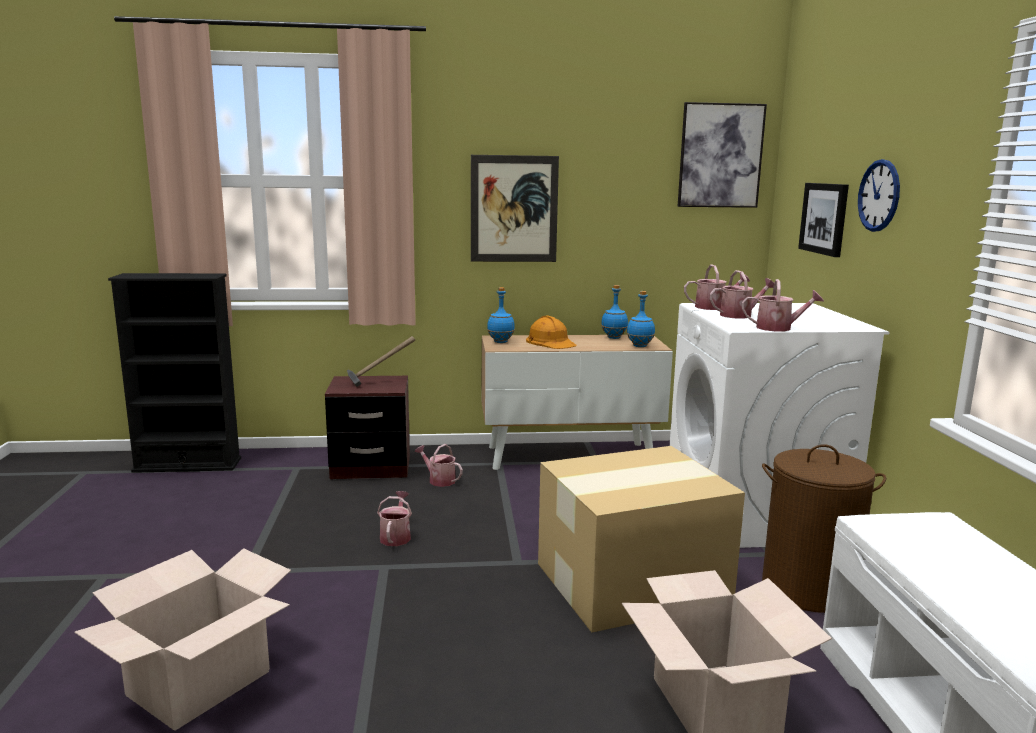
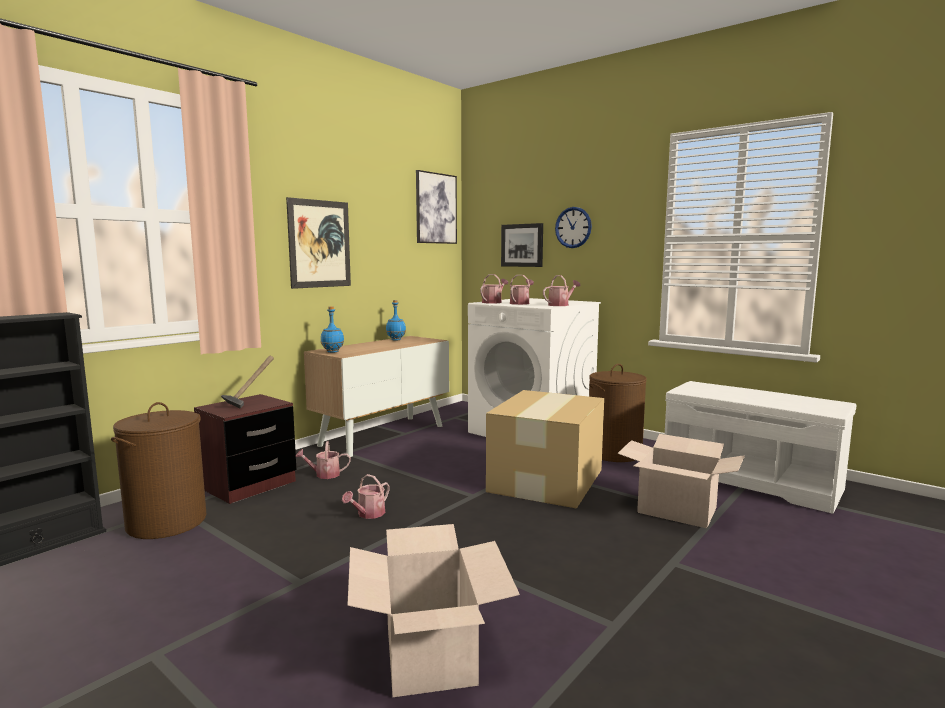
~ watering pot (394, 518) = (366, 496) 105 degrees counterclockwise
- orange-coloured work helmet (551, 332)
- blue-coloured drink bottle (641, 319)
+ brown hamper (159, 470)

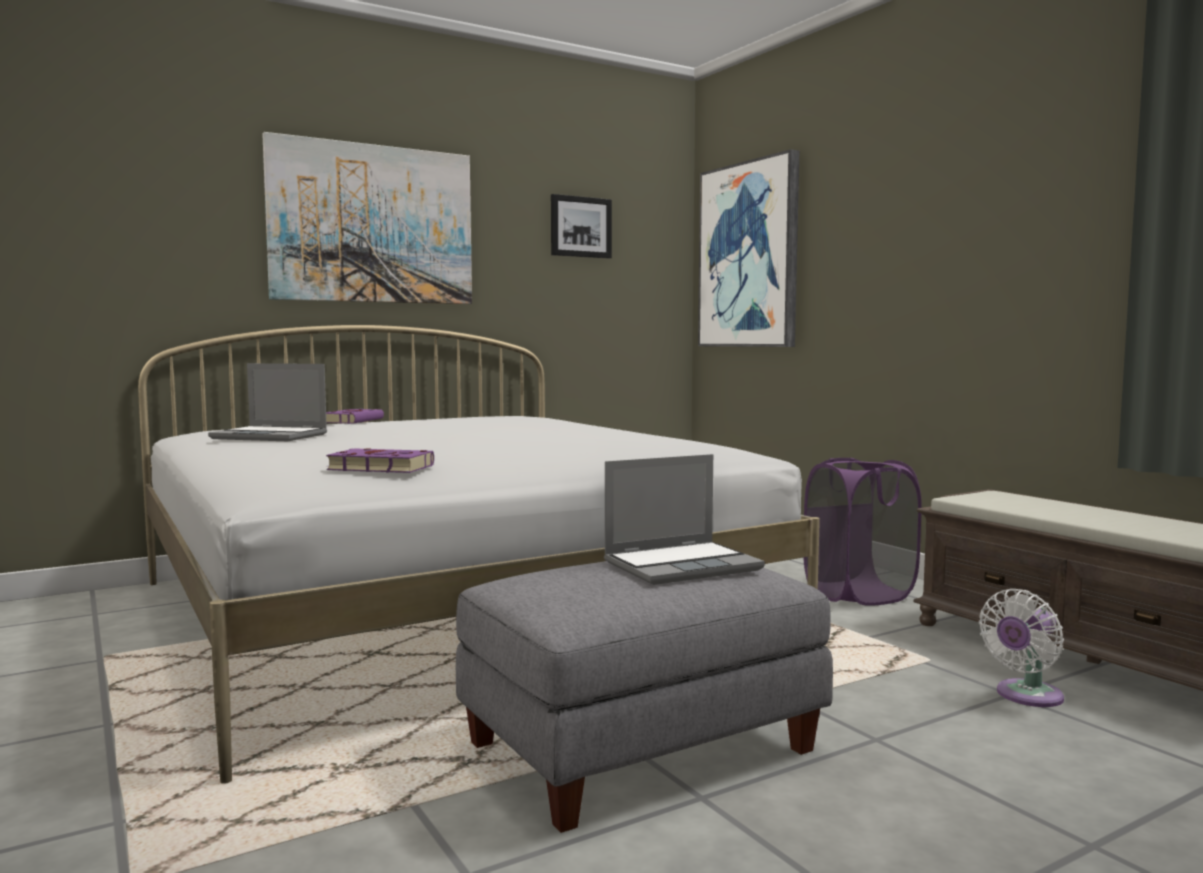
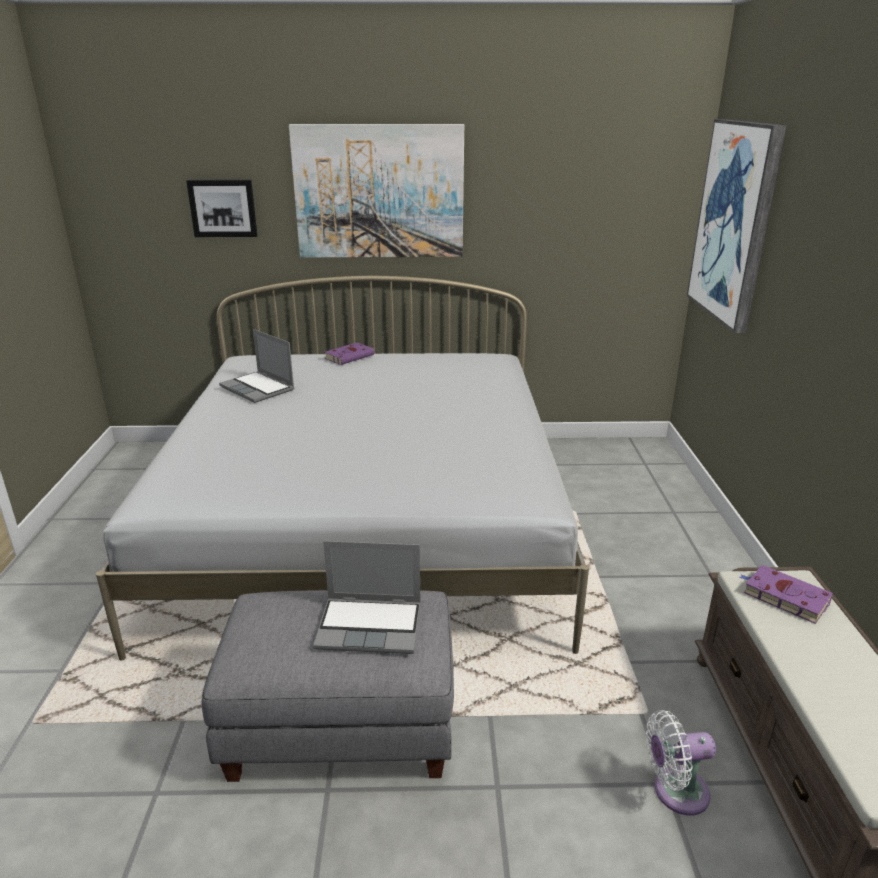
~ purple book (380, 460) to (786, 594)
~ picture (581, 226) to (222, 208)
- purple hamper (862, 532)

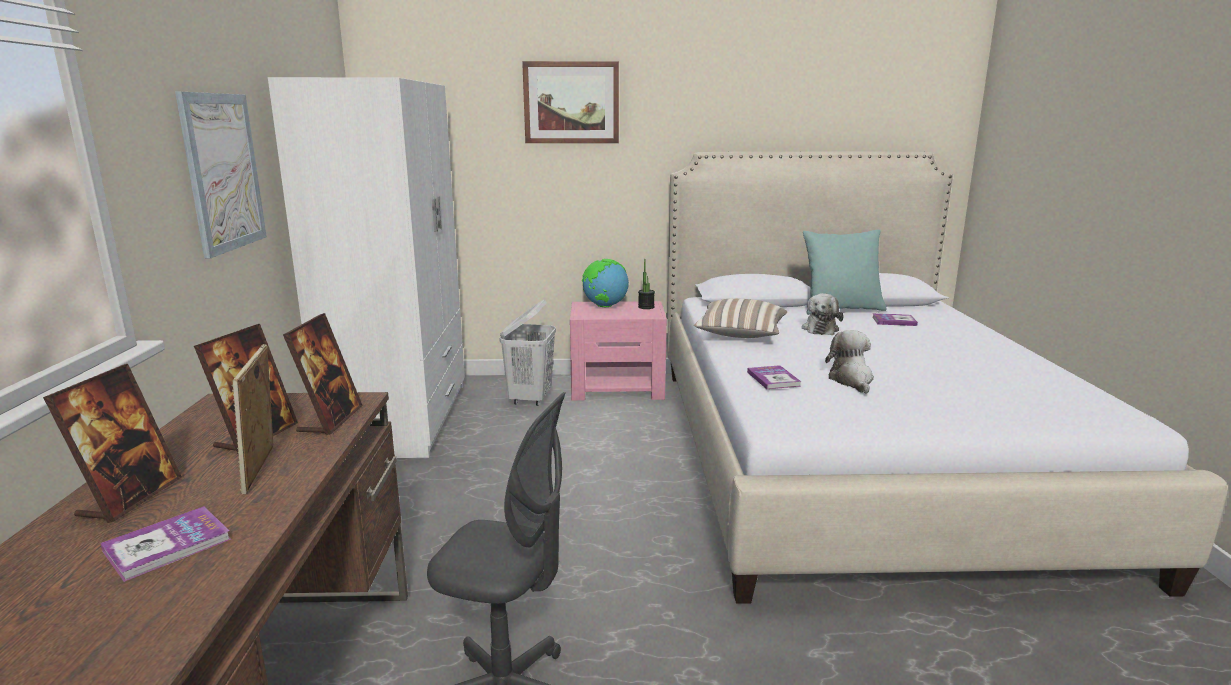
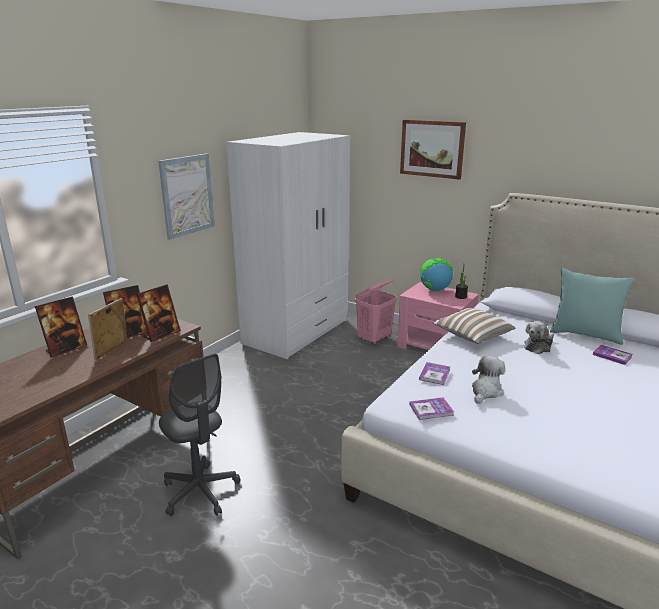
~ book (165, 544) to (431, 408)
~ whitish hamper (527, 353) to pink-coloured hamper (376, 312)

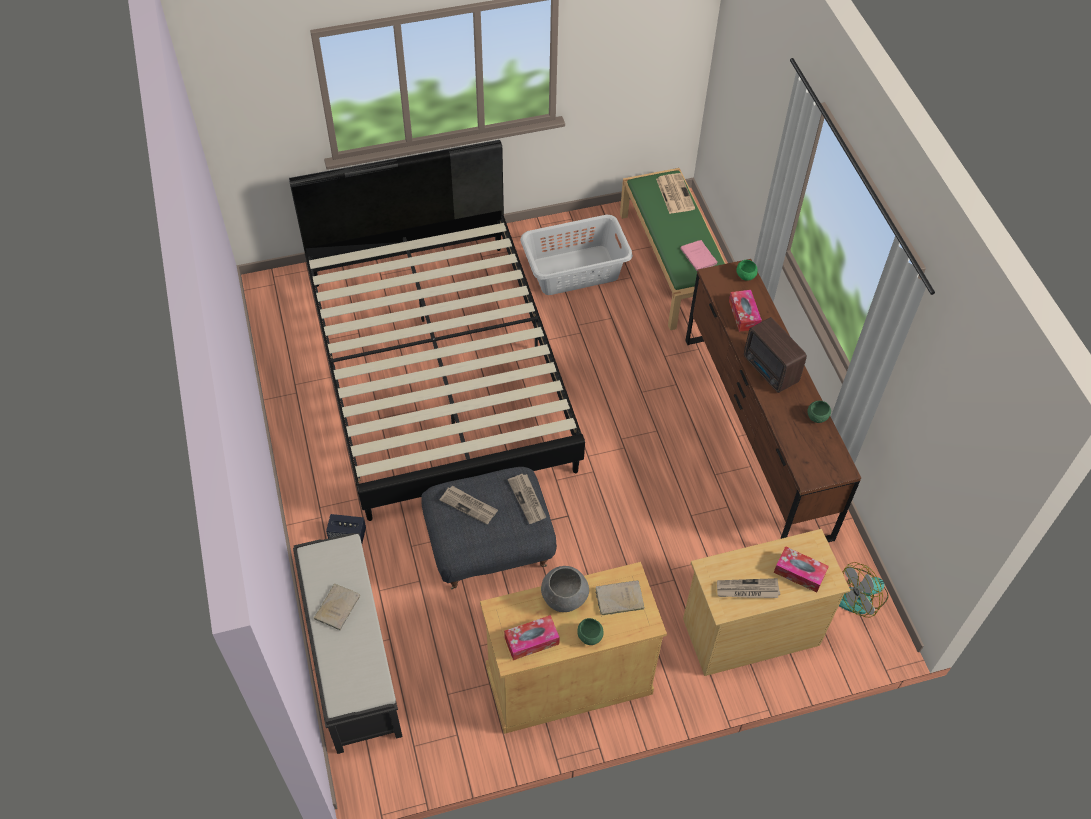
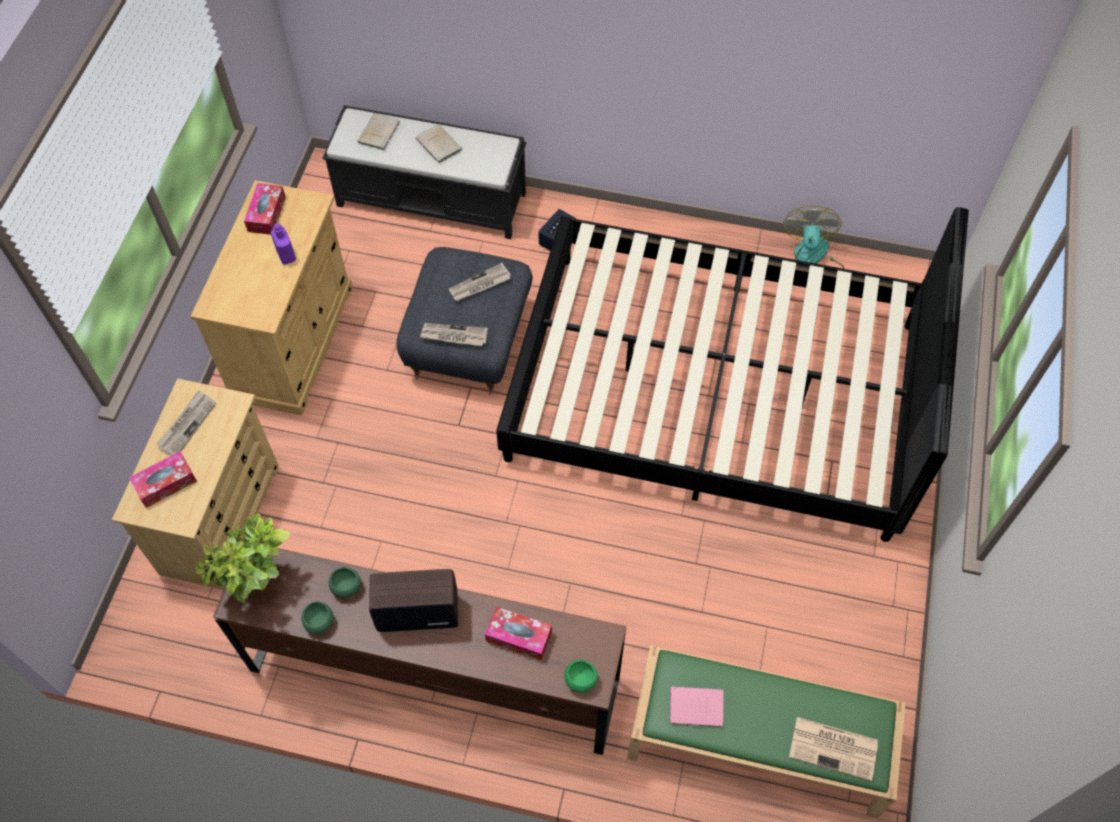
- gray hamper (576, 255)
~ gray deep dish (565, 589) to purple drink bottle (283, 244)
~ green deep dish (590, 631) to (345, 582)
~ sand-coloured book (620, 598) to (378, 131)
~ fan (863, 589) to (814, 237)
+ potted plant (243, 558)

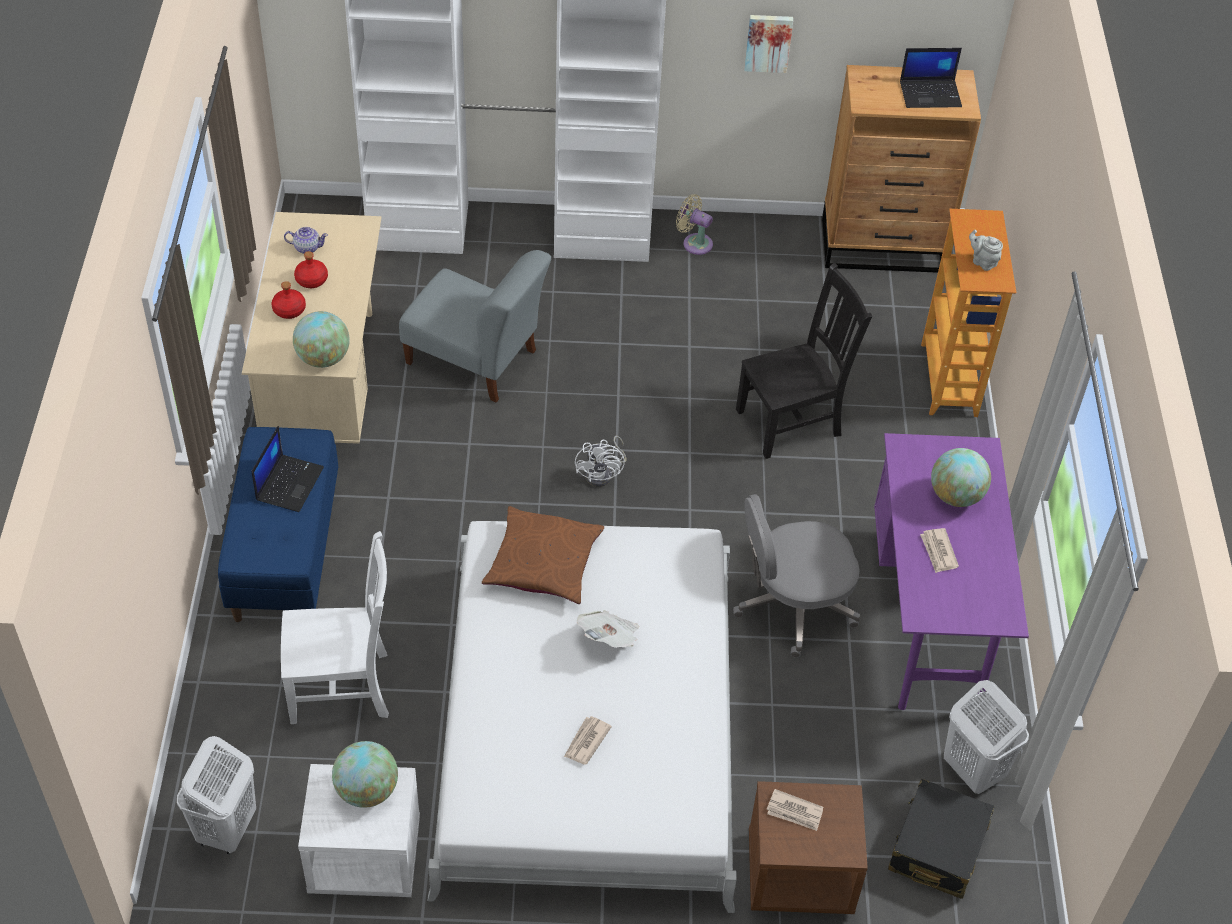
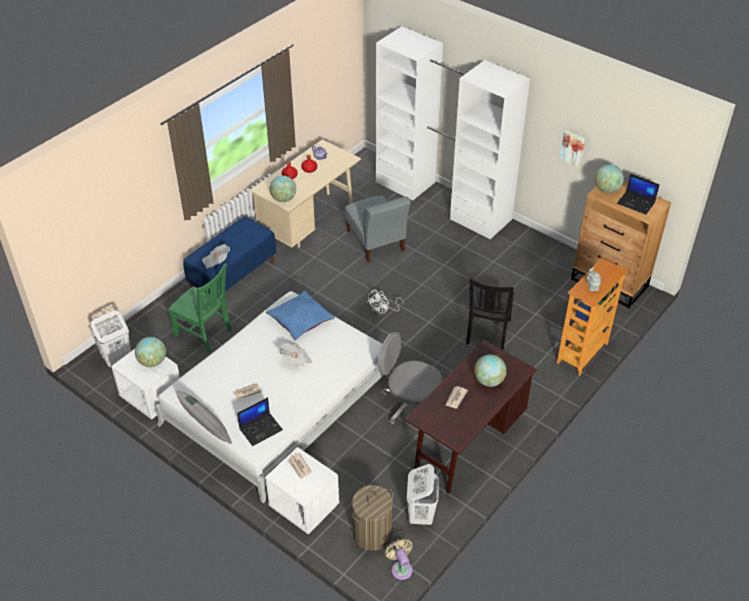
~ laptop (288, 469) to (260, 421)
~ whitish plain chair (335, 627) to green plain chair (200, 308)
~ brown throw pillow (543, 555) to blue-coloured throw pillow (300, 315)
~ sand-coloured fan (694, 224) to (399, 559)
~ blackish plain chair (804, 361) = (490, 314) 90 degrees clockwise
~ brown nightstand (808, 847) to whitish nightstand (302, 490)
~ purple desk unit (951, 571) to brown desk unit (471, 417)
~ blackish piece of luggage (941, 839) to hamper (373, 518)
+ gray throw pillow (204, 417)
+ daily paper (216, 256)
+ desk globe (609, 178)

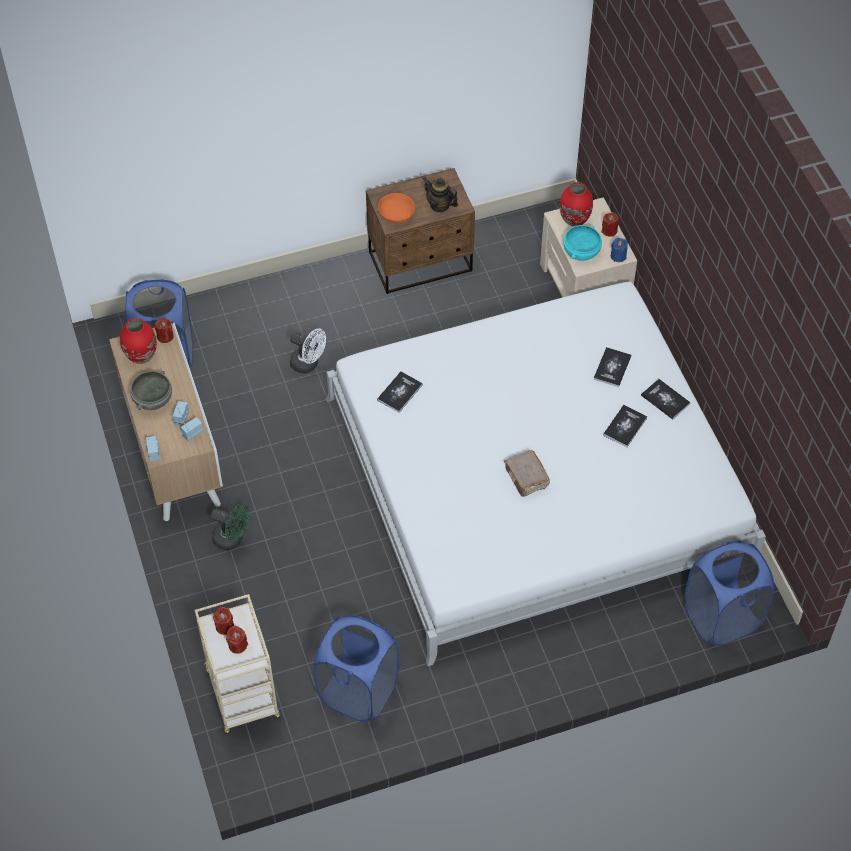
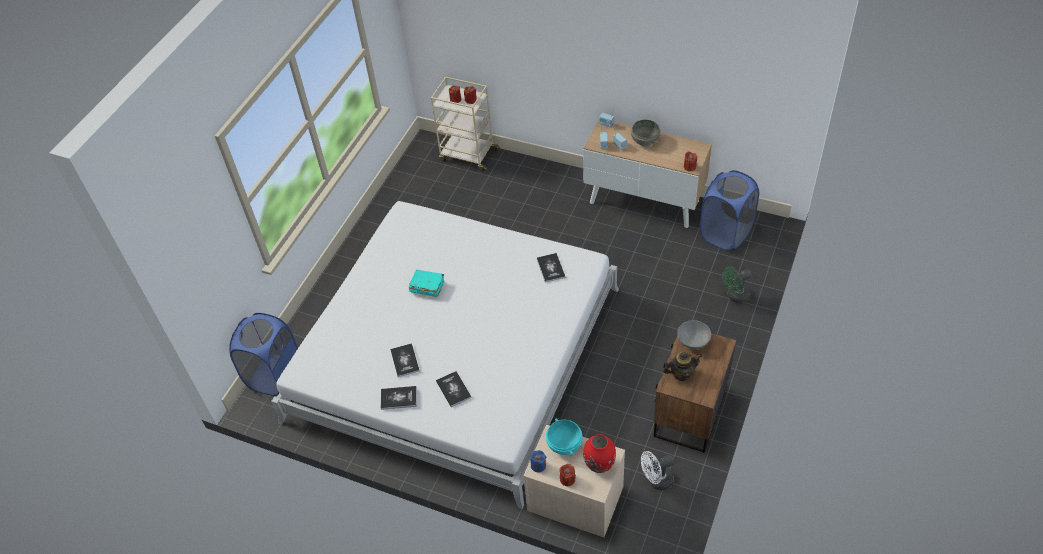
- reddish vase (138, 341)
~ green fan (230, 527) to (737, 284)
~ whitish fan (308, 350) to (657, 470)
- blue-coloured hamper (356, 668)
~ orange-coloured deep dish (396, 208) to gray deep dish (694, 334)
~ brown book (527, 473) to turquoise book (426, 283)

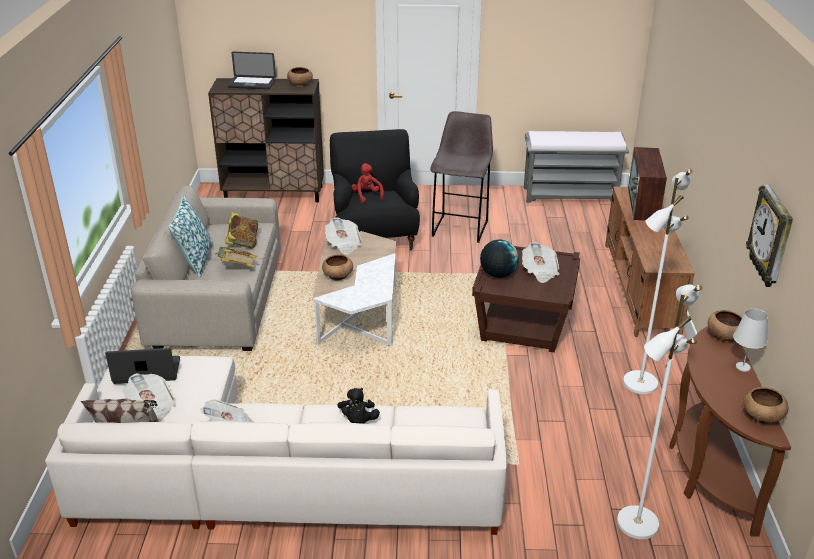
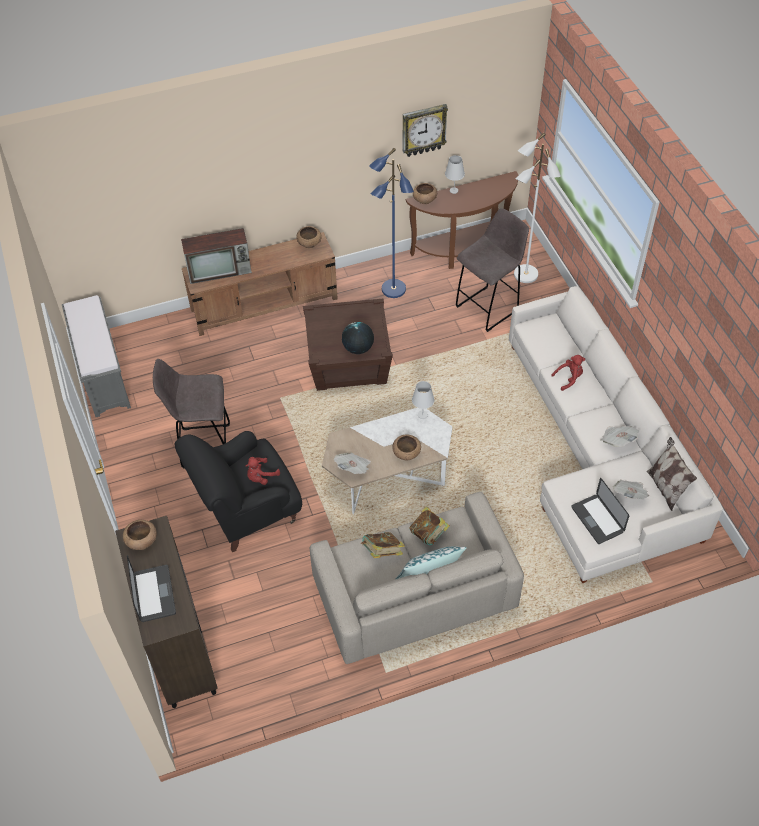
~ blackish plush toy (358, 406) to reddish plush toy (568, 373)
- daily paper (541, 262)
~ whitish standard lamp (657, 281) to blue-coloured standard lamp (391, 223)
~ brown deep dish (766, 405) to (309, 237)
+ whitish table lamp (423, 400)
+ gray sitting stool (492, 270)

